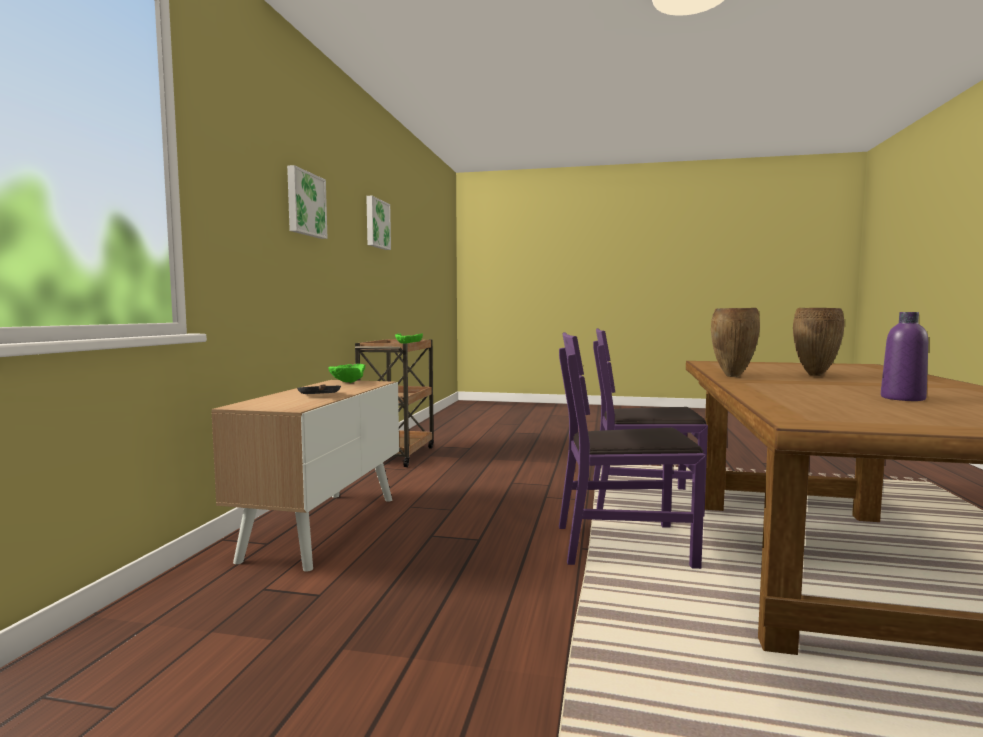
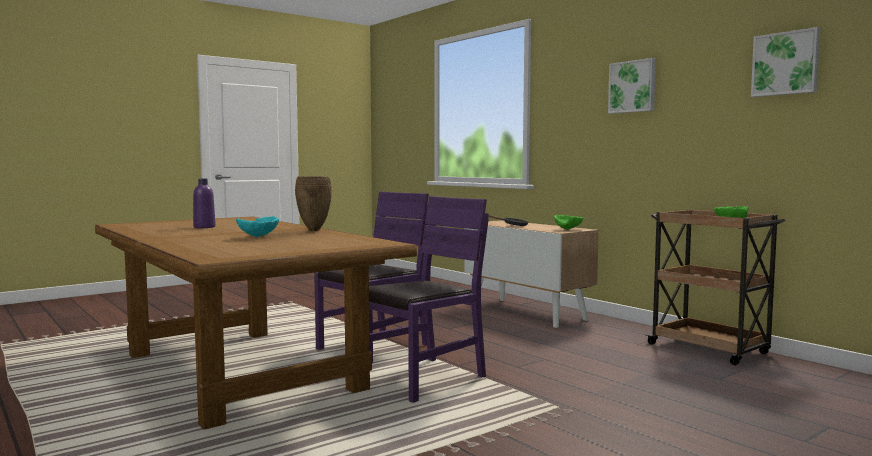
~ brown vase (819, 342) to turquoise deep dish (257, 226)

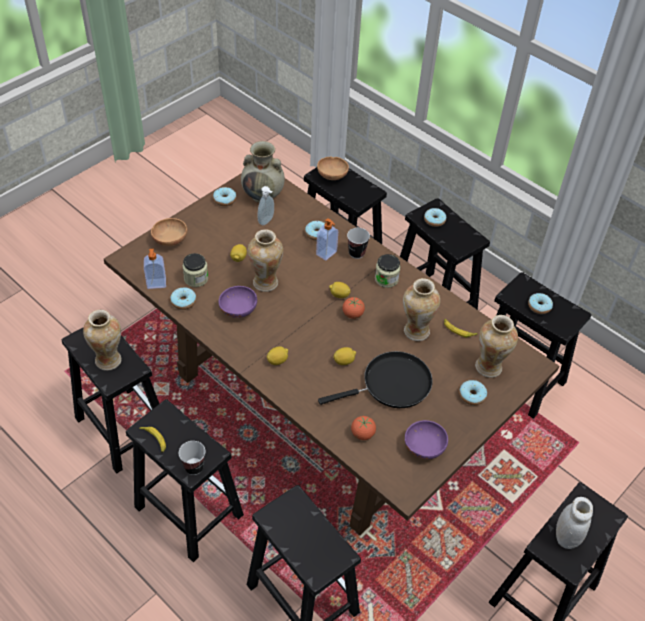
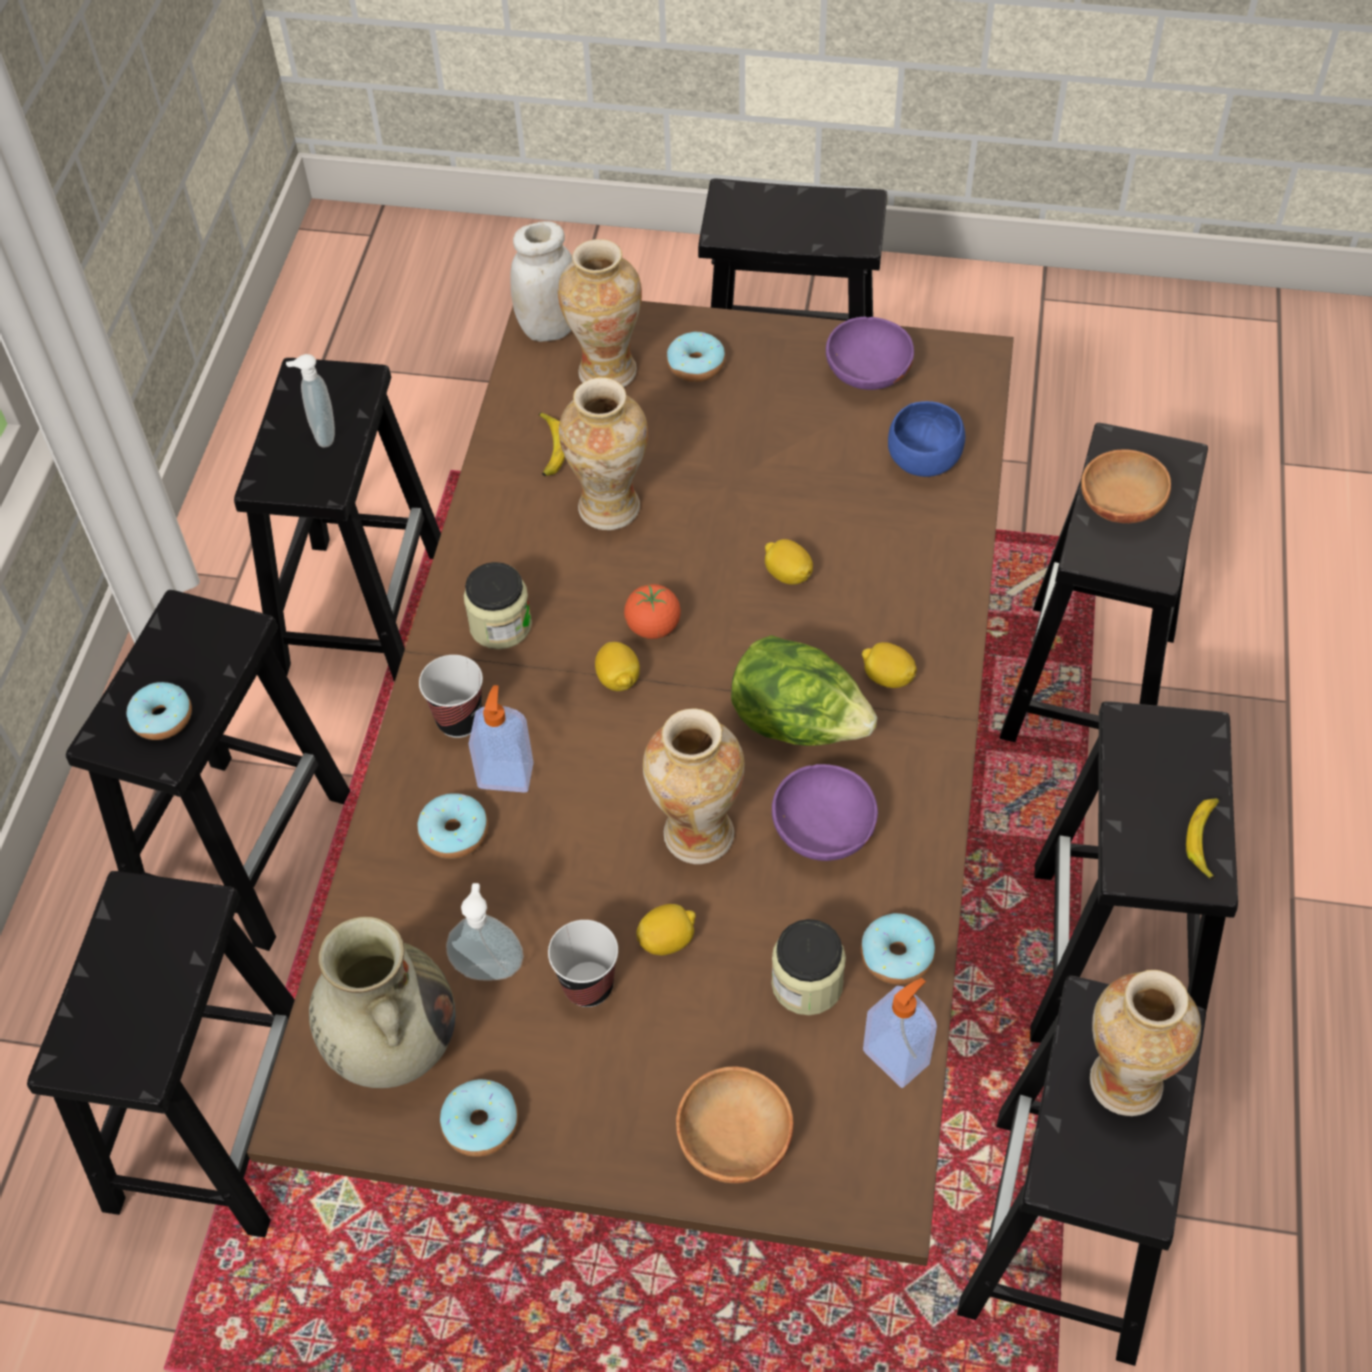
~ small cup (192, 458) to (583, 963)
~ brown deep dish (333, 168) to (1126, 486)
- blackish pan (375, 379)
~ whole tomato (363, 428) to blue-coloured deep dish (926, 439)
~ ring doughnut (540, 303) to soap dispenser (310, 400)
~ whitish storage jar (574, 523) to (541, 281)
+ head of lettuce (804, 690)

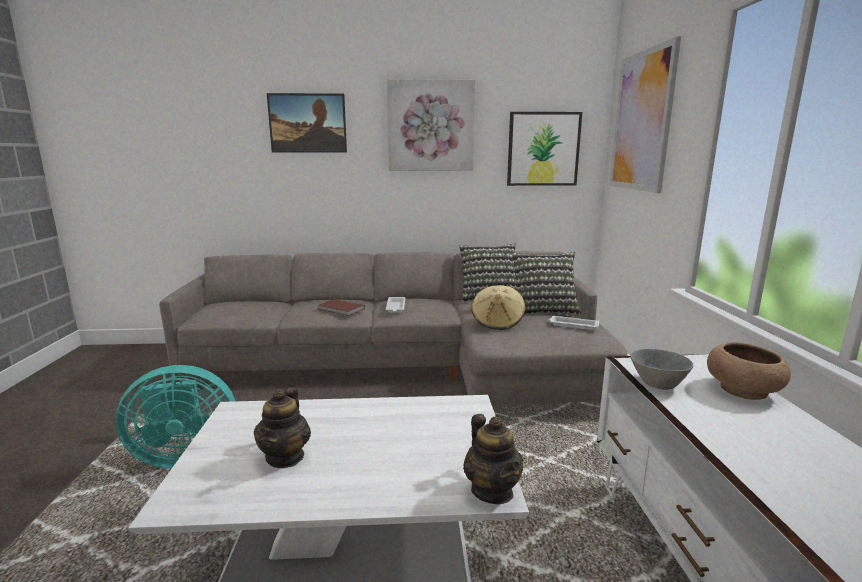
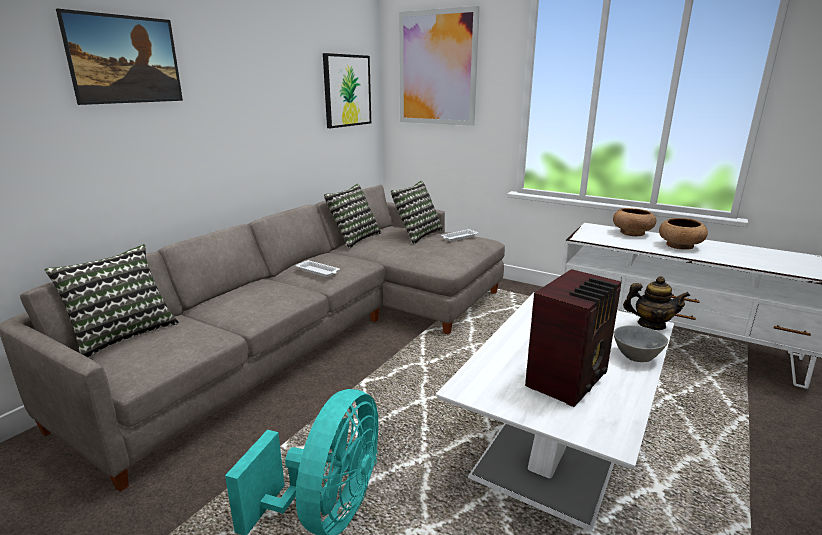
~ tea pot (282, 427) to radio (573, 338)
- brown book (341, 307)
- picture (431, 125)
- sand-coloured hat (498, 307)
~ gray deep dish (661, 369) to (640, 343)
+ throw pillow (112, 300)
+ brown deep dish (683, 234)

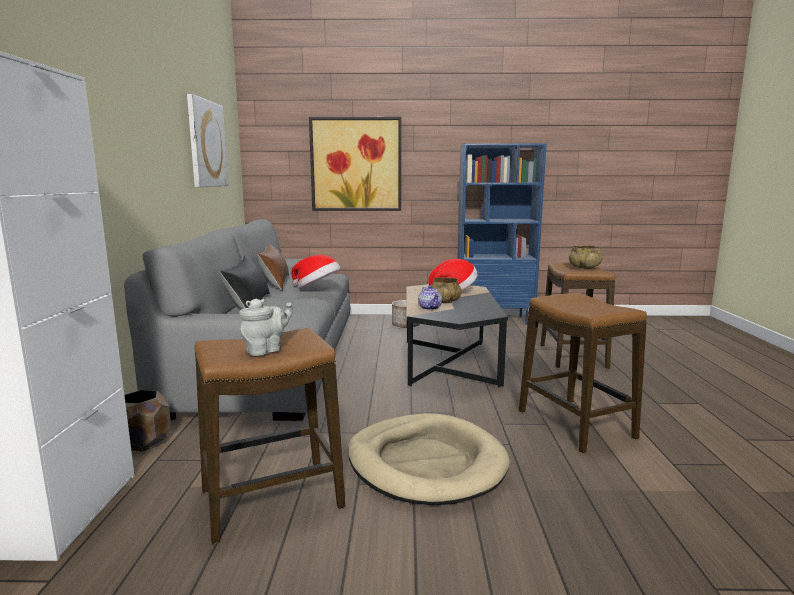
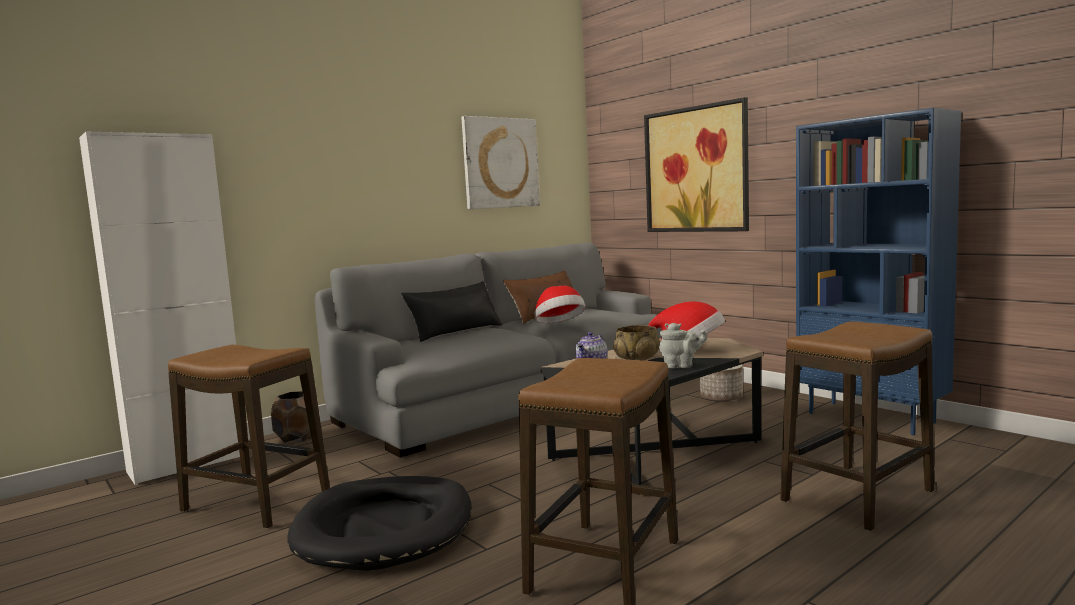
~ gray tea pot (266, 327) to (683, 345)
~ sand-coloured pet bed (429, 459) to blackish pet bed (379, 523)
- sand-coloured deep dish (585, 257)

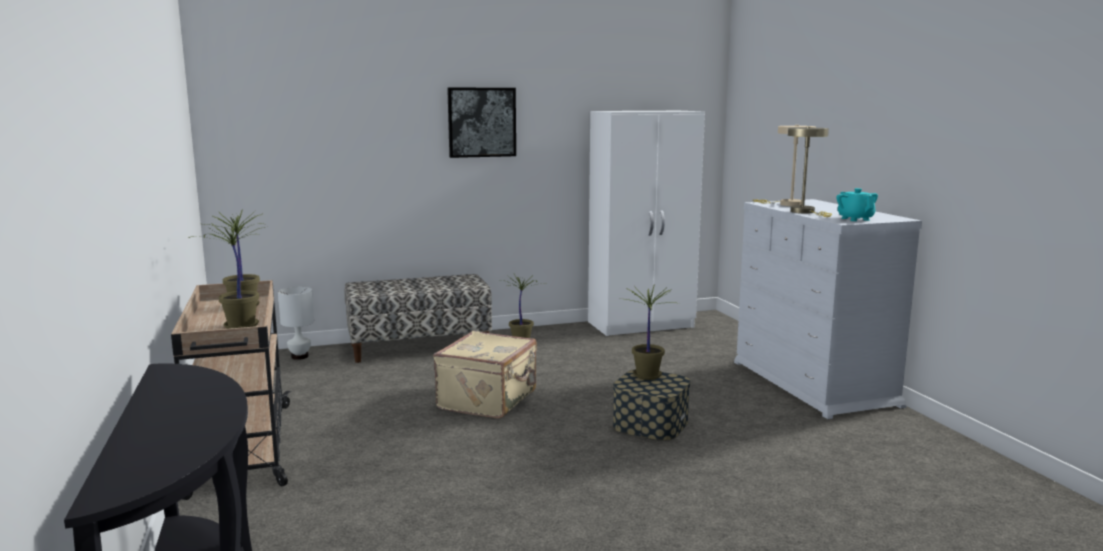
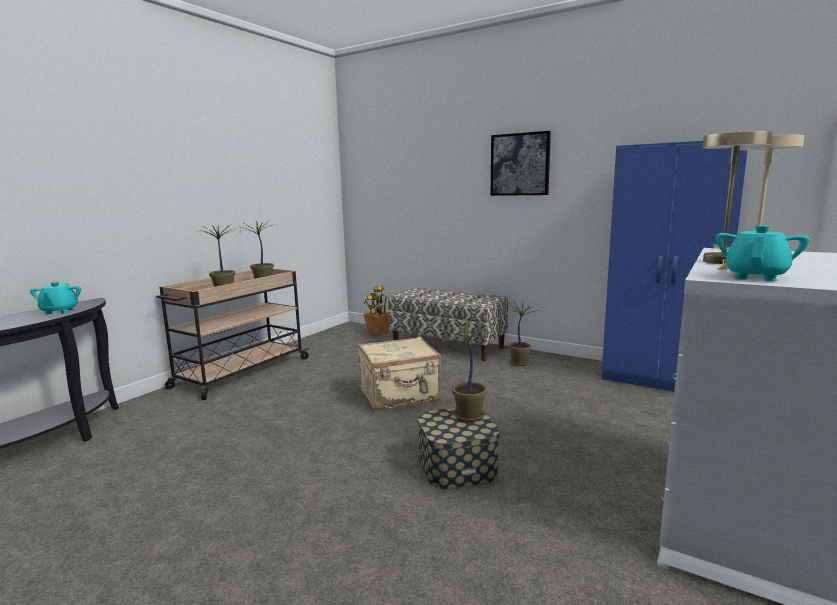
~ whitish table lamp (296, 323) to potted plant (376, 311)
~ whitish clothes cupboard (646, 223) to blue-coloured clothes cupboard (675, 266)
+ turquoise tea pot (55, 298)

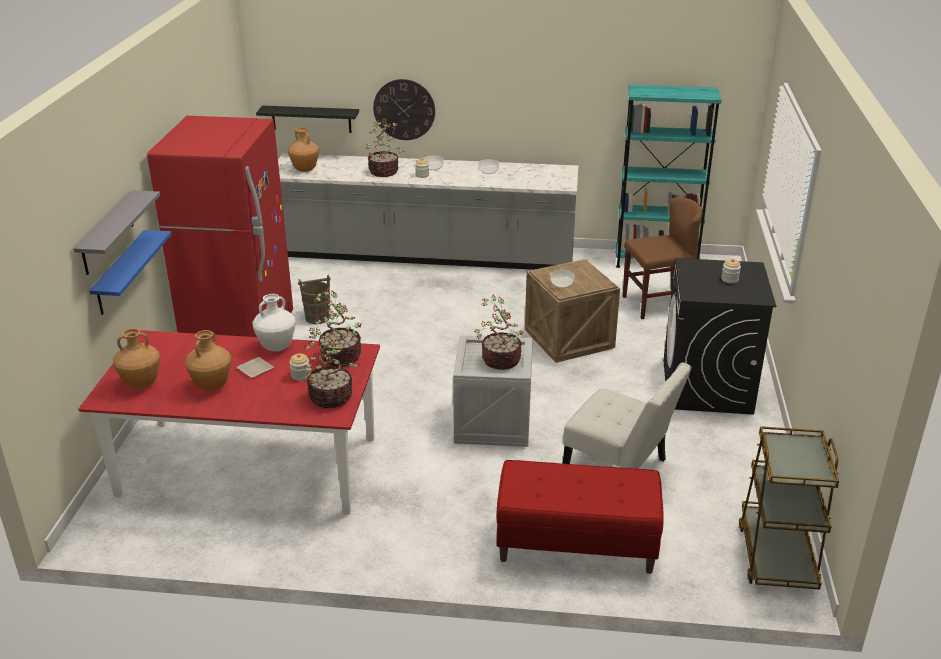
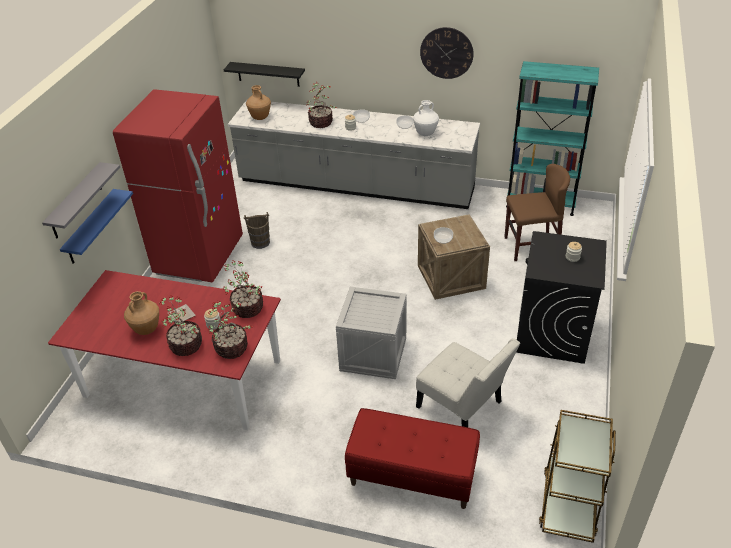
- brown vase (136, 358)
~ whitish vase (274, 322) to (426, 118)
~ clock on the wall (404, 109) to (447, 53)
~ potted plant (499, 332) to (180, 325)

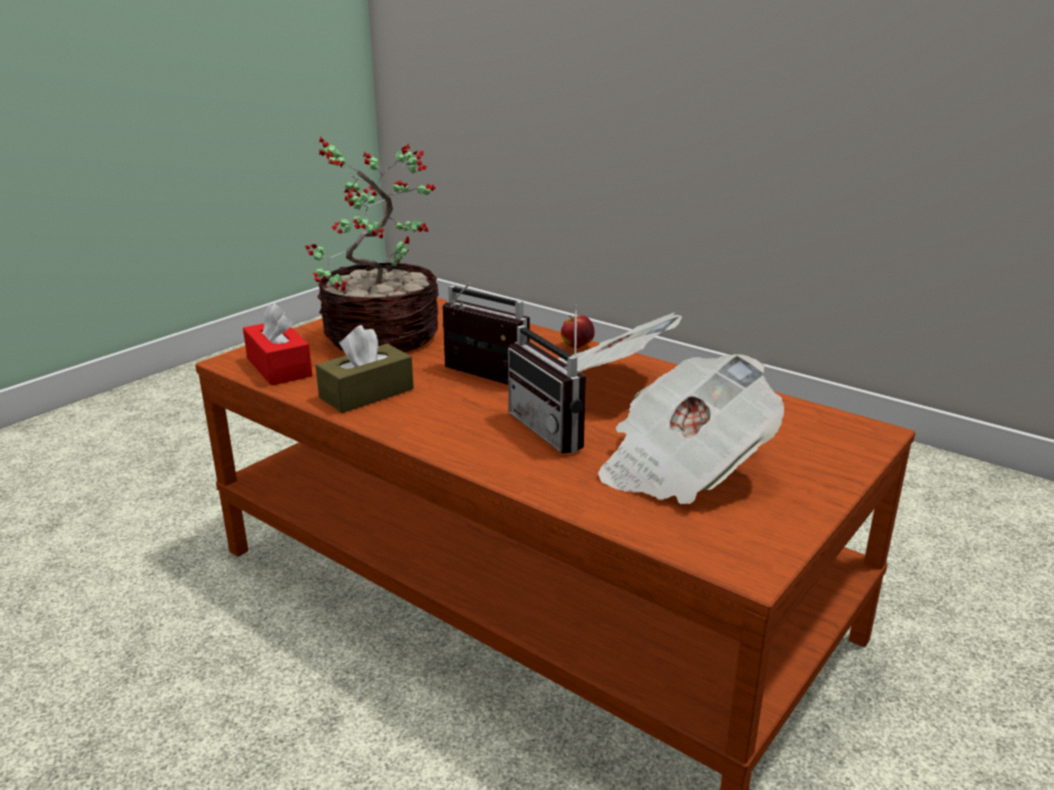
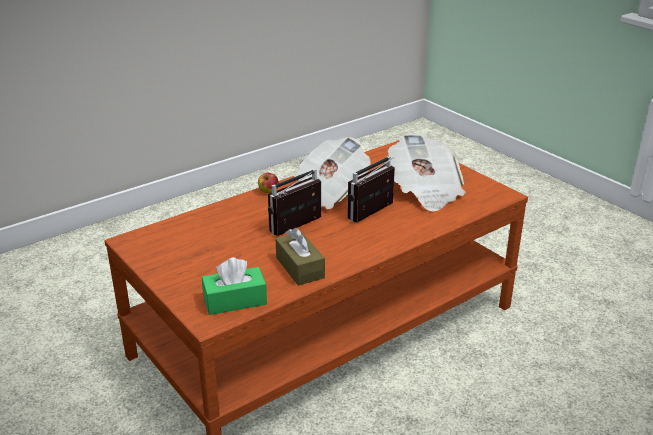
~ reddish tissue holder (277, 344) to green tissue holder (234, 286)
- potted plant (372, 244)
~ radio (547, 379) = (371, 189) 150 degrees clockwise

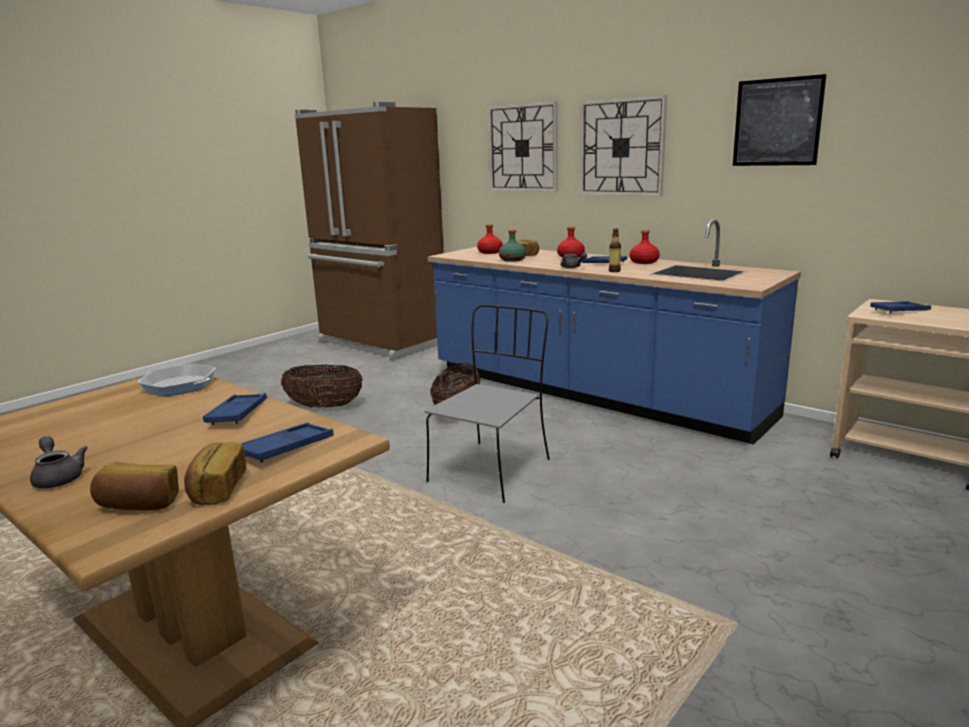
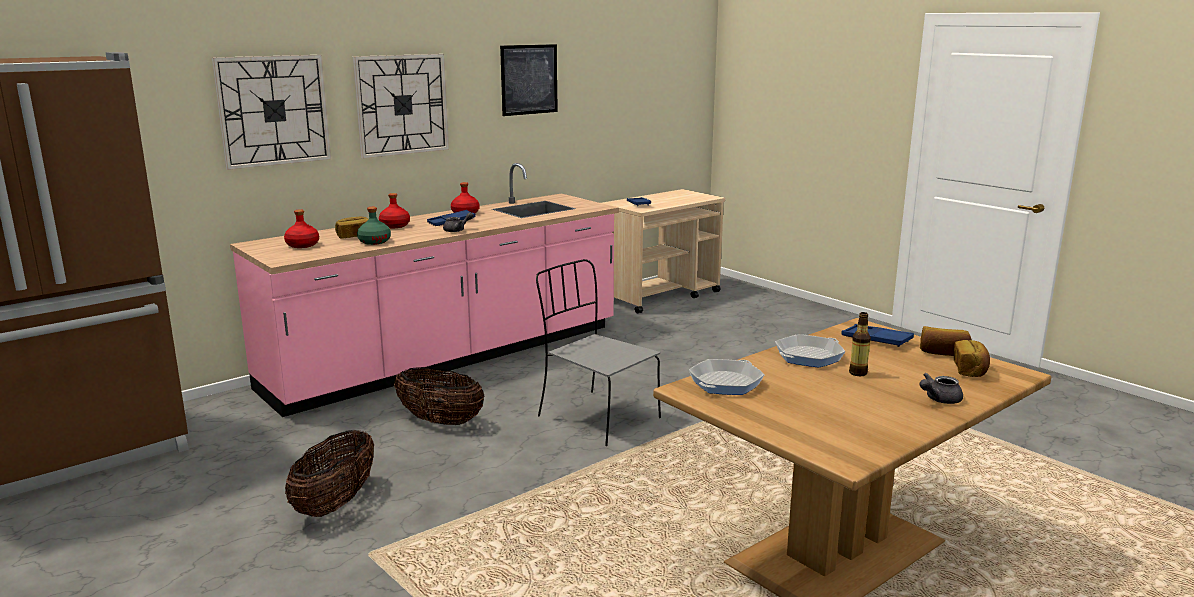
~ blue-coloured serving tray (235, 409) to pan (810, 350)
~ blue-coloured kitchen counter (614, 332) to pink-coloured kitchen counter (424, 290)
~ drink bottle (615, 250) to (860, 344)

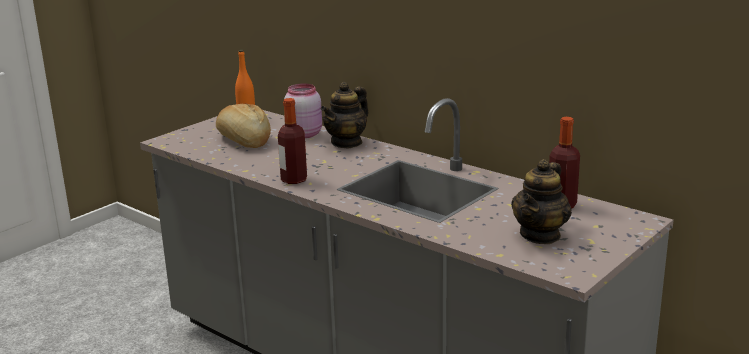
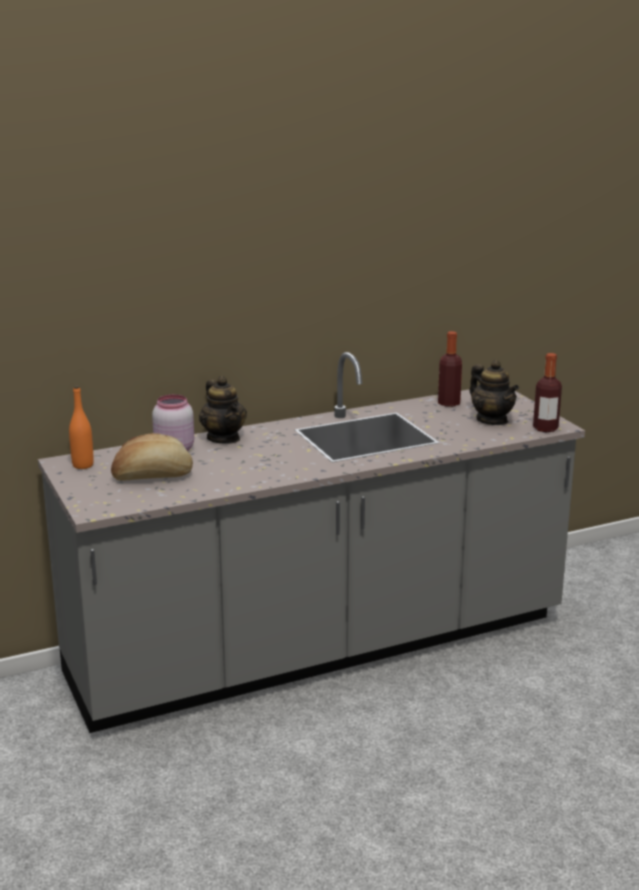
~ drink bottle (292, 141) to (547, 392)

